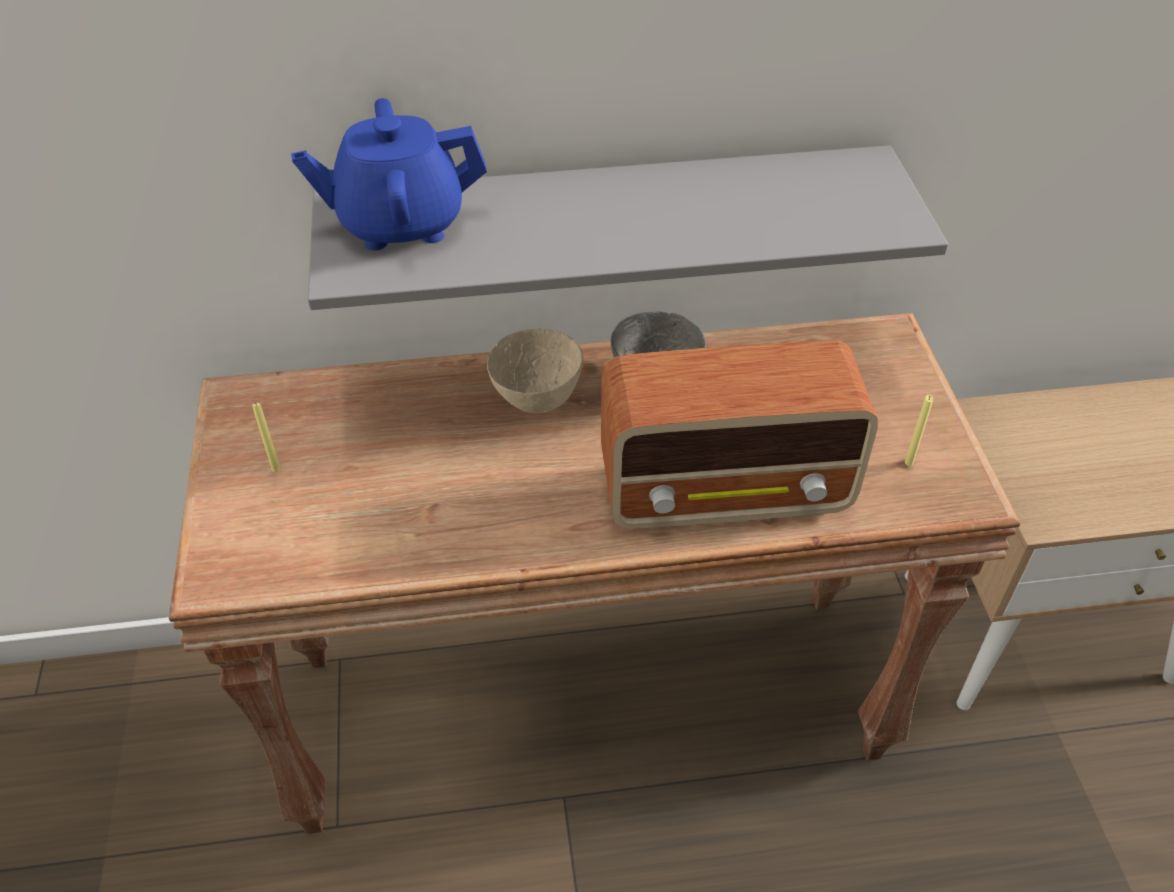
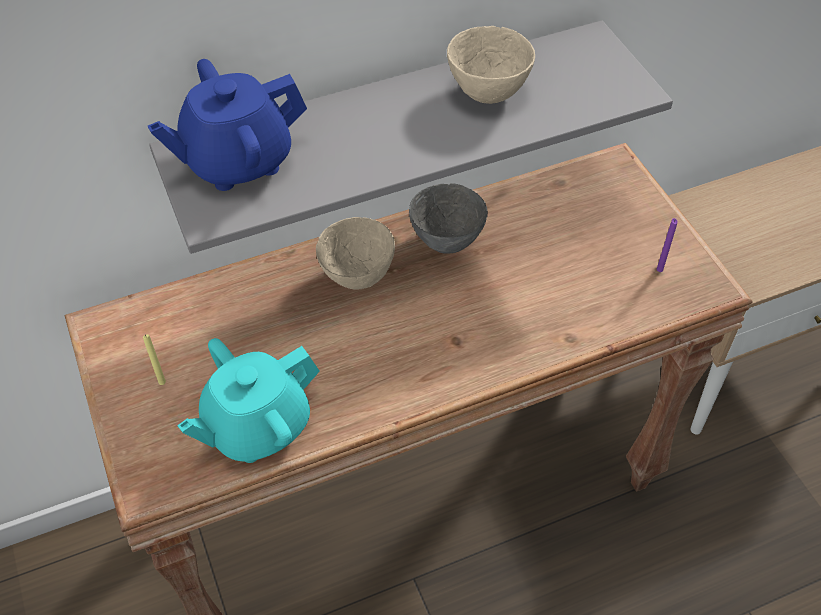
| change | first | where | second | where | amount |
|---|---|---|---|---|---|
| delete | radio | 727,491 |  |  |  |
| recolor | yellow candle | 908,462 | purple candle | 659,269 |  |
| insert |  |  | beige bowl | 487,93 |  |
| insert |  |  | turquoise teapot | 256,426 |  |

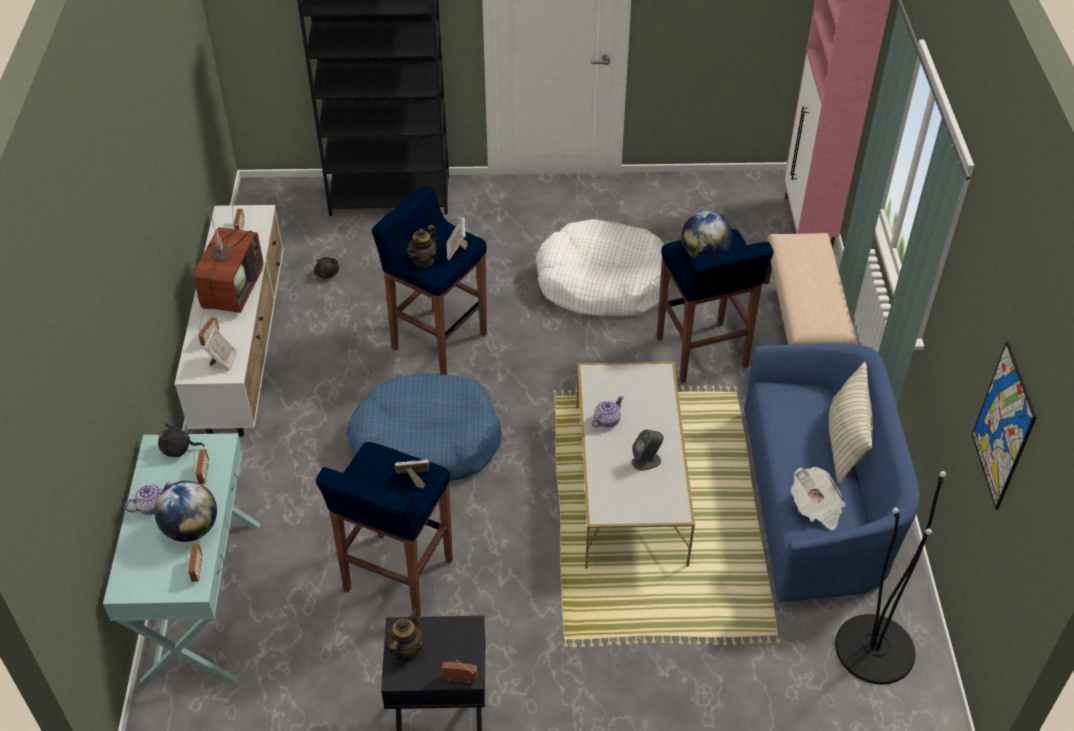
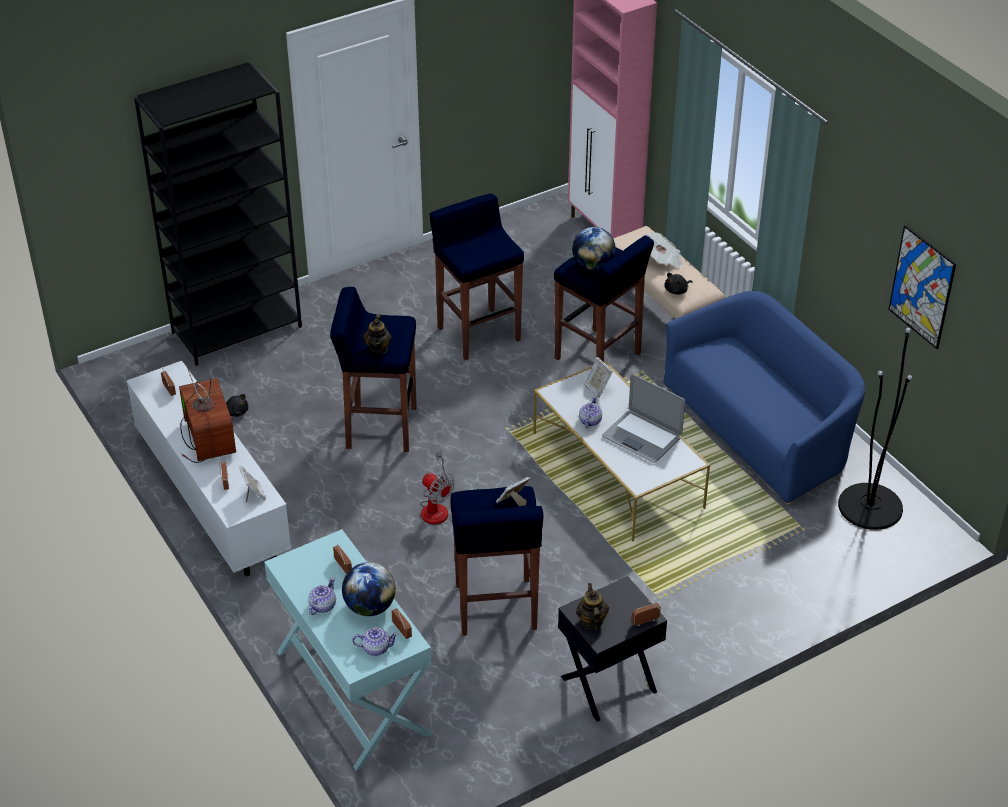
| change | first | where | second | where | amount |
|---|---|---|---|---|---|
| move | picture frame | 456,251 |  | 597,388 |  |
| replace | white dog bed | 602,282 | blue stool | 478,333 |  |
| delete | pillow | 845,441 |  |  |  |
| replace | blue dog bed | 425,443 | fan | 436,507 |  |
| move | black plush toy | 179,449 |  | 677,290 |  |
| replace | grey speaker | 646,461 | laptop | 642,437 |  |
| move | newspaper | 816,508 |  | 662,260 |  |
| insert |  |  | teapot | 375,648 |  |

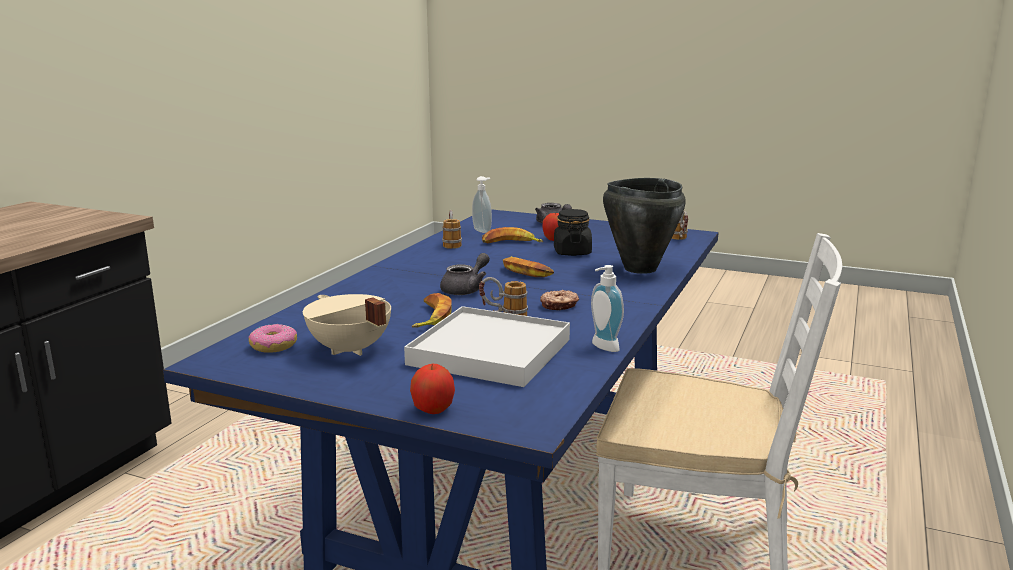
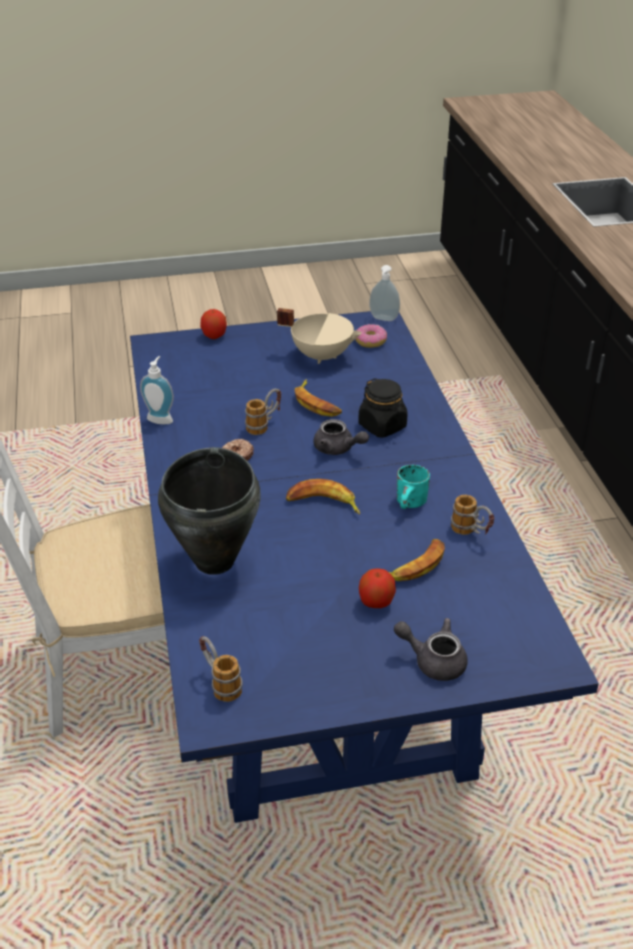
| change | first | where | second | where | amount |
|---|---|---|---|---|---|
| move | soap dispenser | 483,231 |  | 383,319 |  |
| move | black jar | 572,252 |  | 382,426 |  |
| rotate | grey teapot | 466,289 |  | 338,449 | 60 degrees counterclockwise |
| delete | white tray | 489,352 |  |  |  |
| insert |  |  | turquoise mug | 412,504 |  |

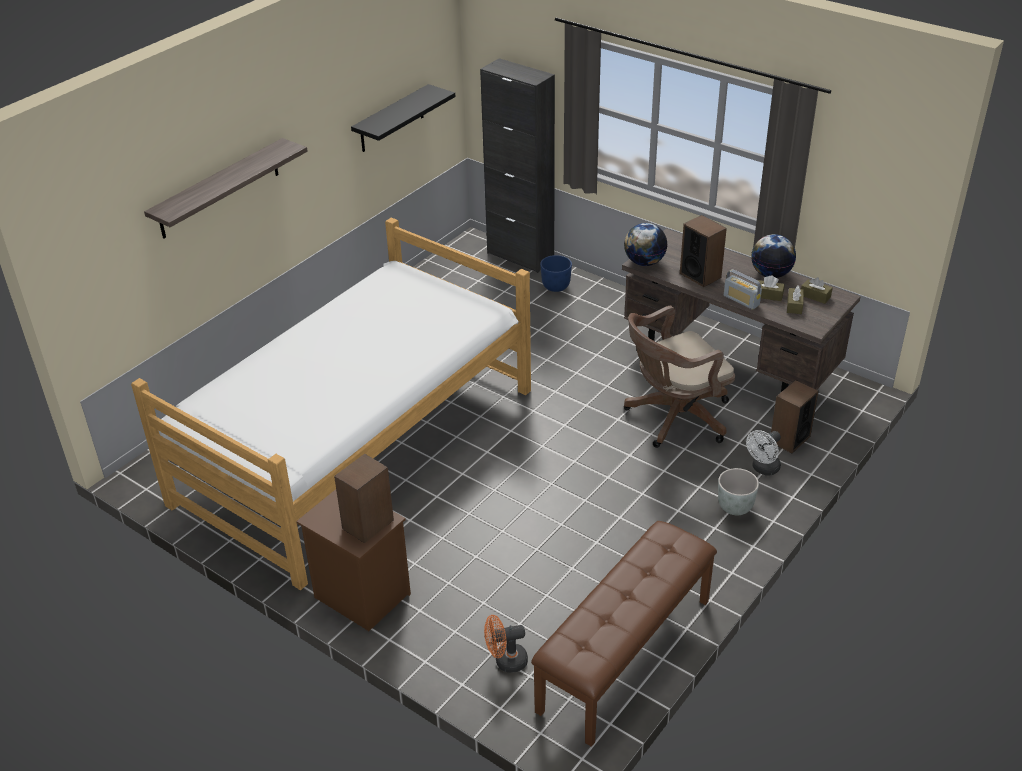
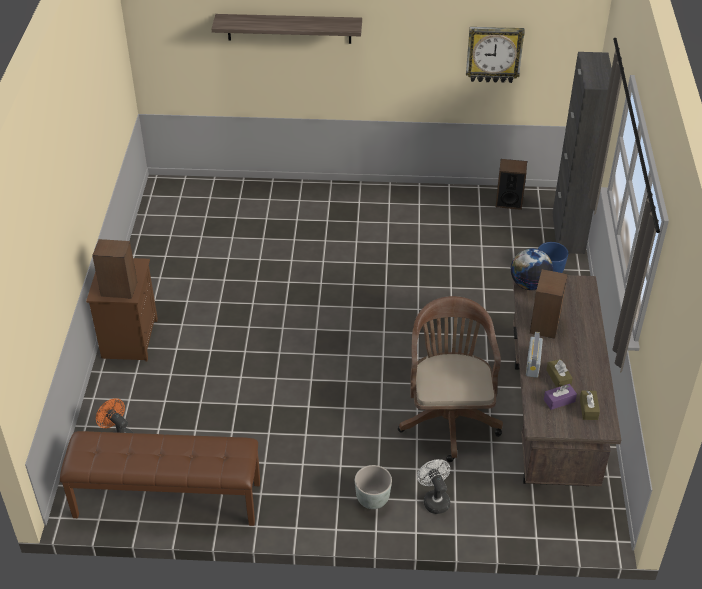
| change | first | where | second | where | amount |
|---|---|---|---|---|---|
| replace | black shelf | 392,119 | wall clock | 494,54 |  |
| delete | bed | 356,445 |  |  |  |
| delete | globe | 771,274 |  |  |  |
| recolor | brown tissue box | 794,305 | purple tissue box | 559,400 |  |
| rotate | brown office chair | 673,418 |  | 448,416 | 60 degrees clockwise |
| move | speaker | 789,439 |  | 508,202 |  |
| rotate | white fan | 763,469 |  | 434,499 | 60 degrees clockwise |

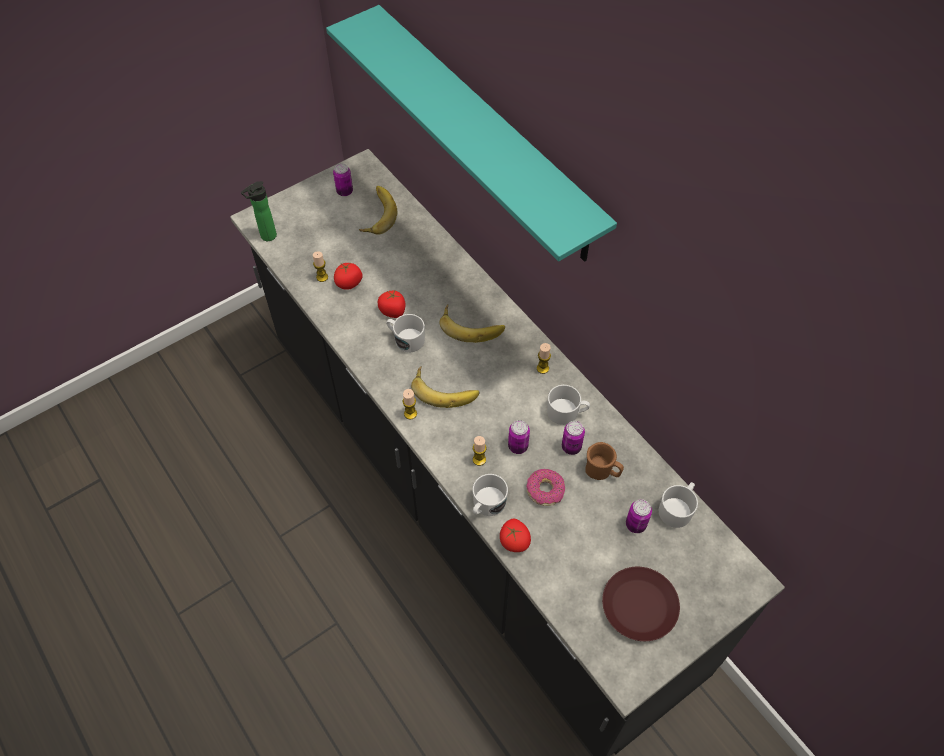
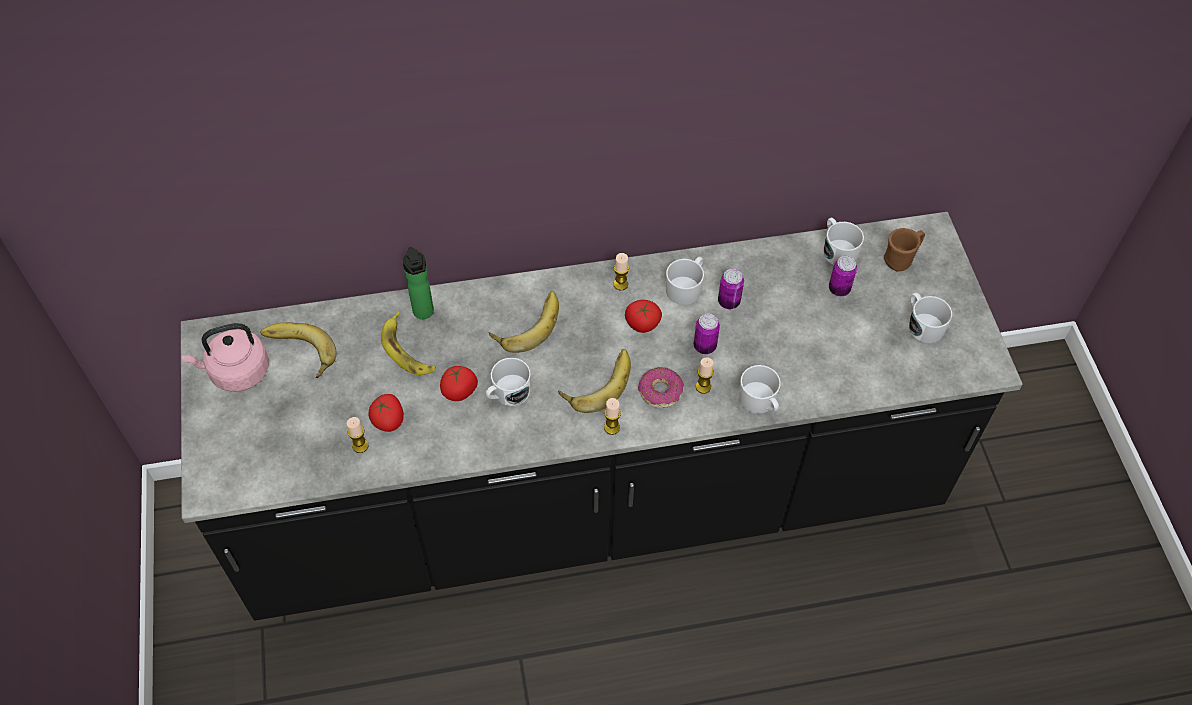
| change | first | where | second | where | amount |
|---|---|---|---|---|---|
| delete | turquoise shelf | 486,134 |  |  |  |
| replace | can | 344,191 | pink kettle | 236,372 |  |
| move | bottle | 266,237 |  | 424,314 |  |
| move | brown mug | 602,472 |  | 901,259 |  |
| move | donut | 545,490 |  | 660,391 |  |
| move | tomato | 514,541 |  | 642,324 |  |
| replace | brown plate | 639,605 | white mug | 922,324 |  |
| insert |  |  | banana | 407,350 |  |

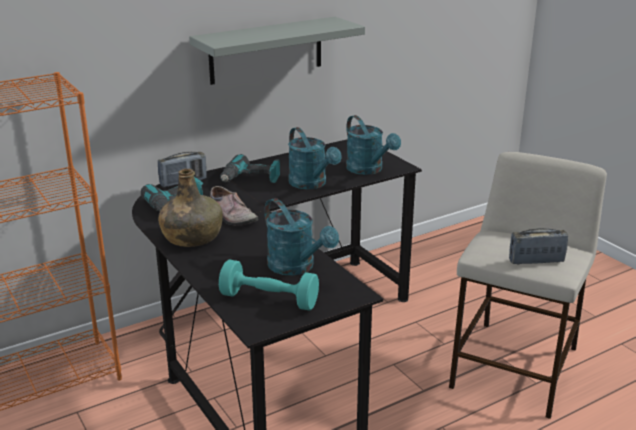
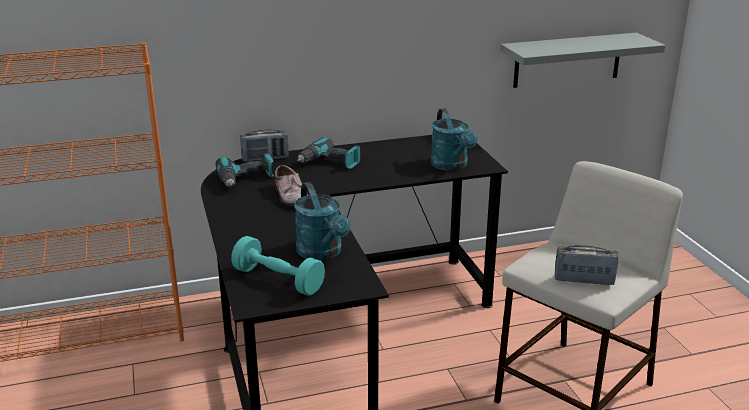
| change | first | where | second | where | amount |
|---|---|---|---|---|---|
| move | grey shelf | 266,50 |  | 567,60 |  |
| delete | turquoise watering can | 311,184 |  |  |  |
| delete | green bottle | 192,237 |  |  |  |

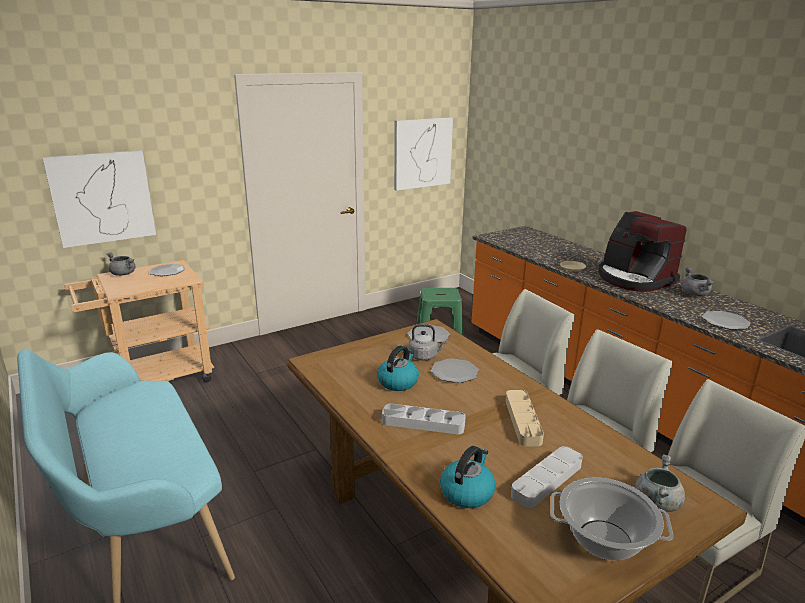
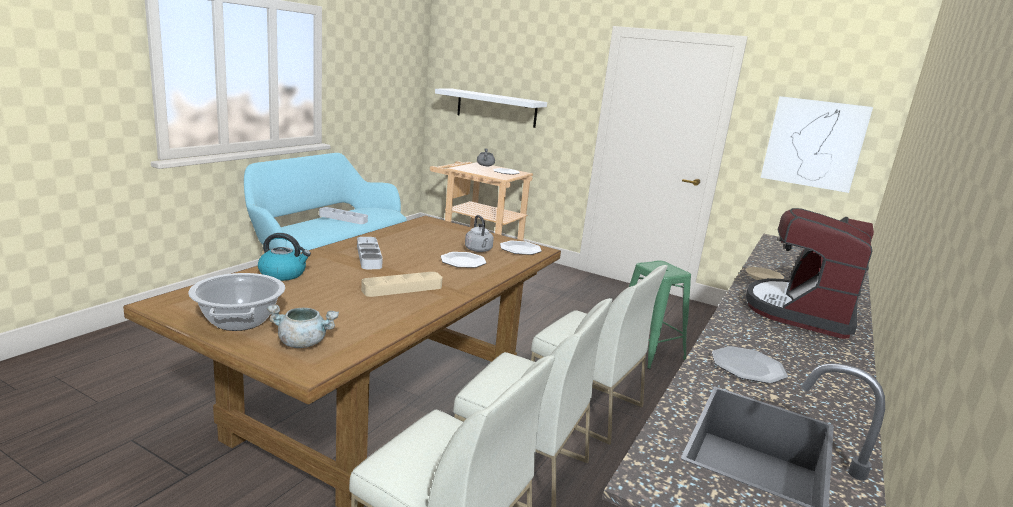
| change | first | where | second | where | amount |
|---|---|---|---|---|---|
| replace | picture | 102,197 | white shelf | 496,108 |  |
| delete | grey cooking pot | 695,294 |  |  |  |
| delete | kettle | 398,382 |  |  |  |
| move | grey tray | 547,480 |  | 343,218 |  |

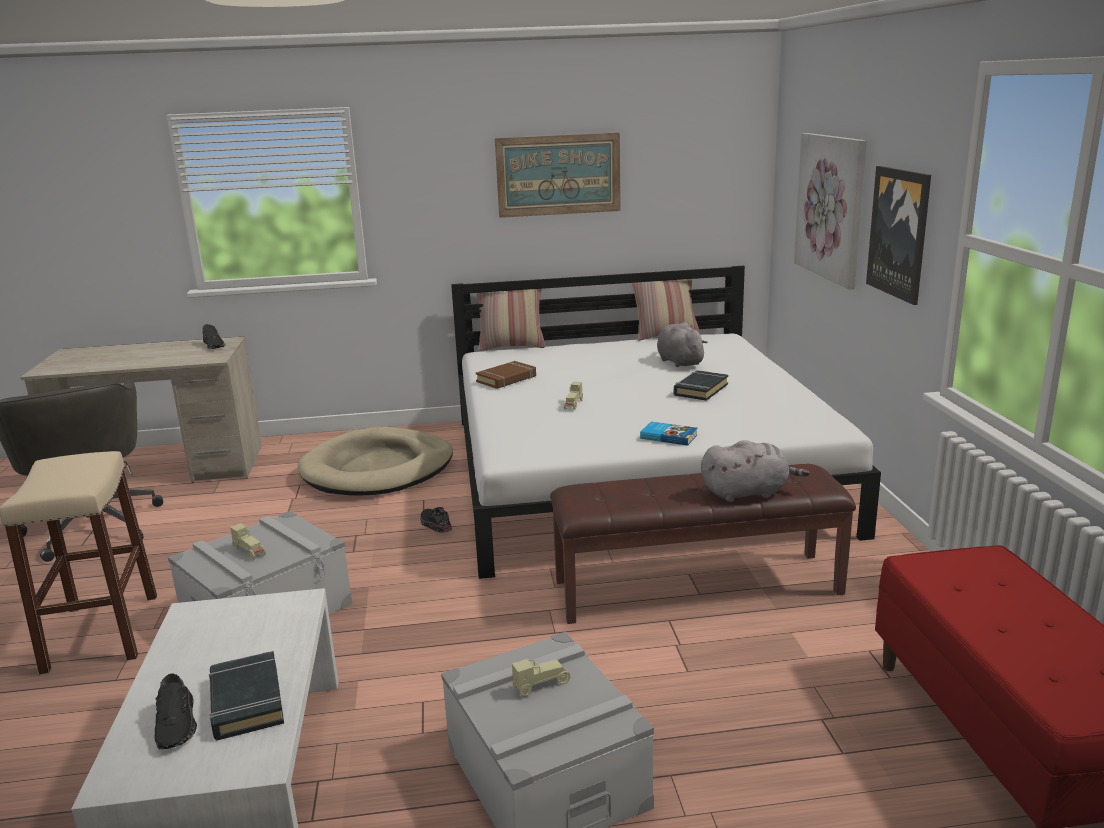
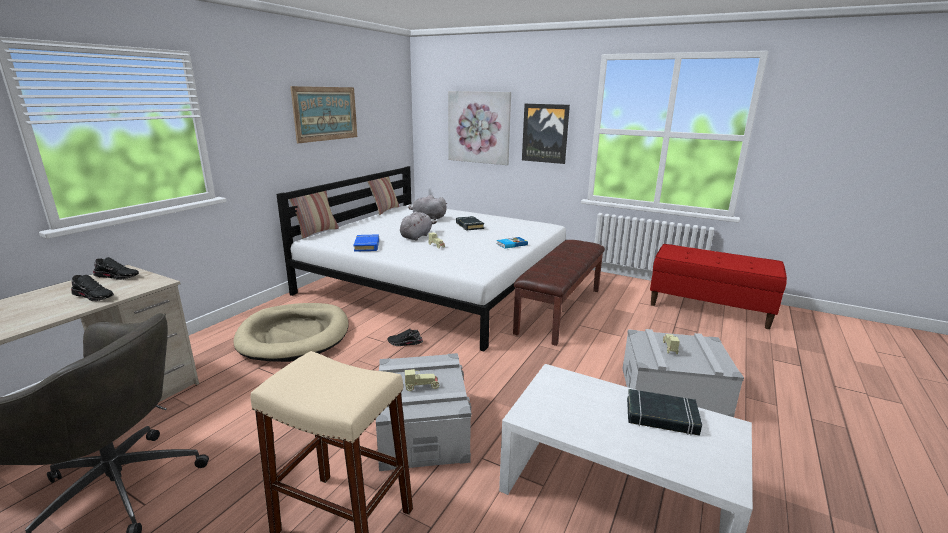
| change | first | where | second | where | amount |
|---|---|---|---|---|---|
| recolor | brown book | 506,379 | blue book | 367,246 |  |
| move | grey plush toy | 747,493 |  | 417,236 |  |
| move | black shoe | 178,724 |  | 94,296 |  |

